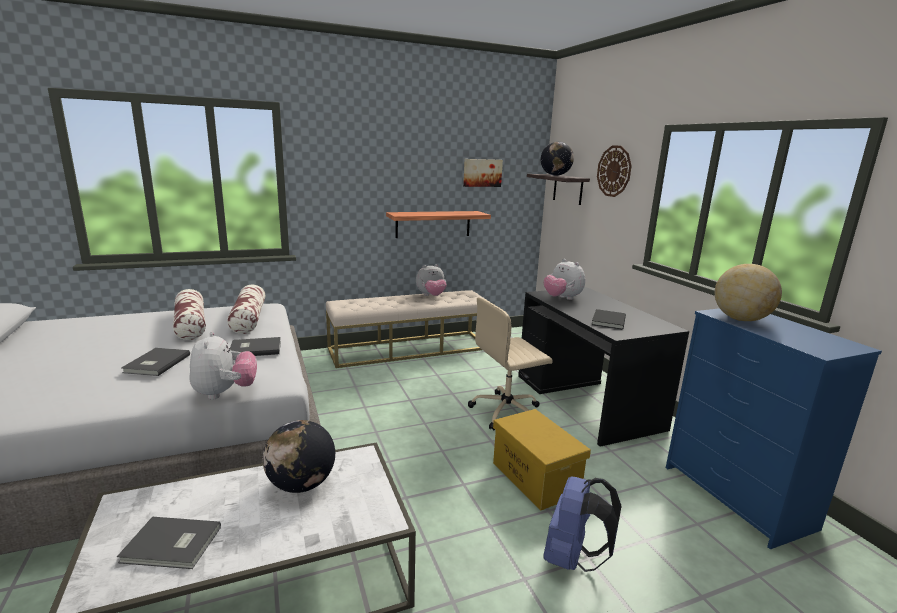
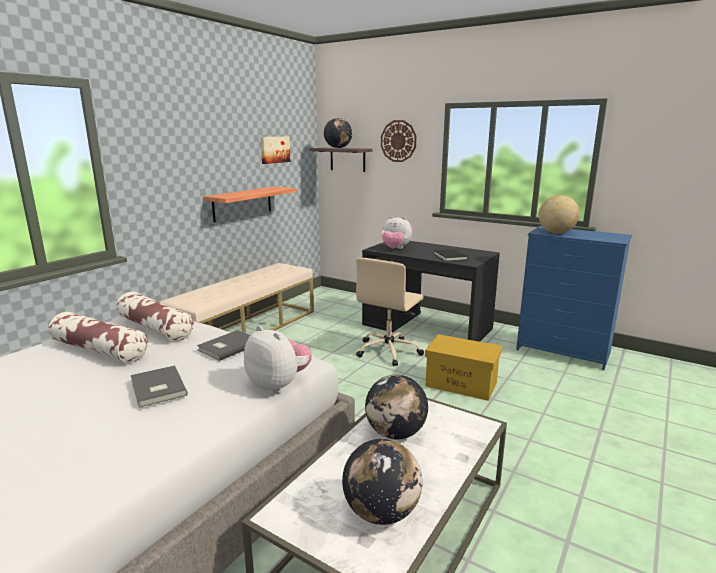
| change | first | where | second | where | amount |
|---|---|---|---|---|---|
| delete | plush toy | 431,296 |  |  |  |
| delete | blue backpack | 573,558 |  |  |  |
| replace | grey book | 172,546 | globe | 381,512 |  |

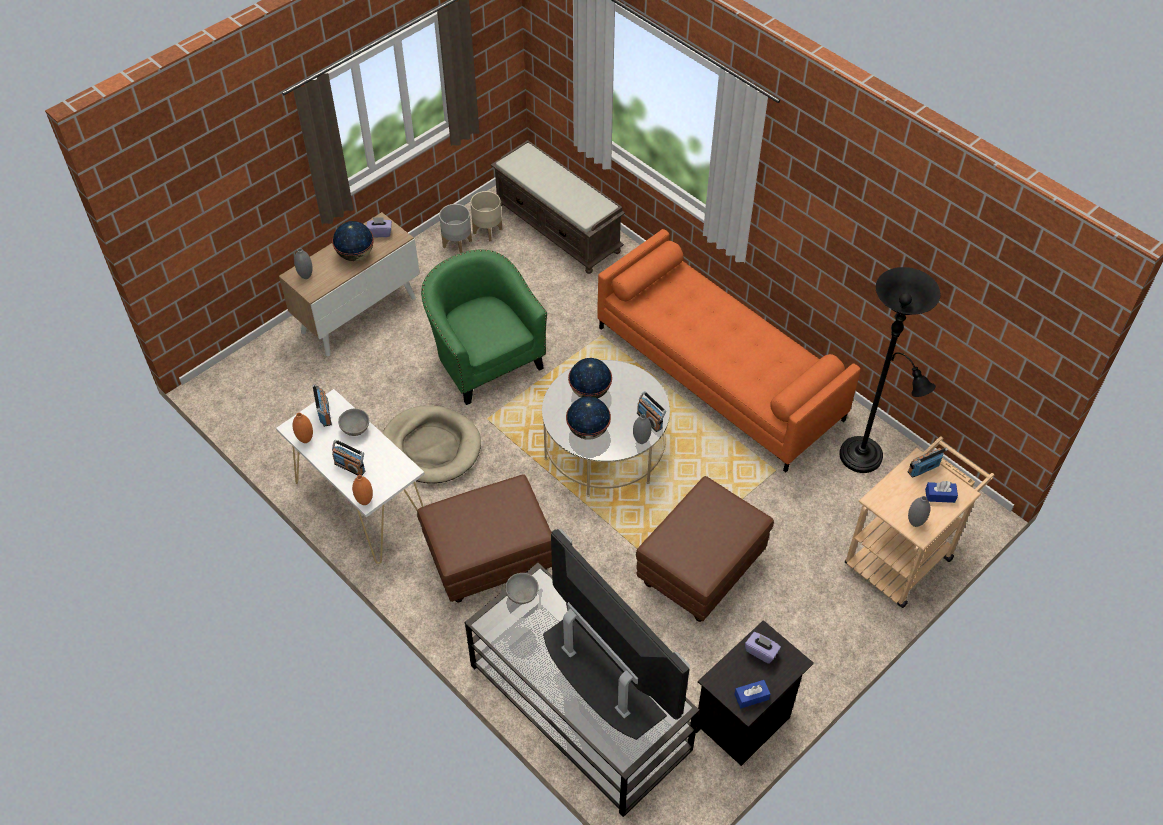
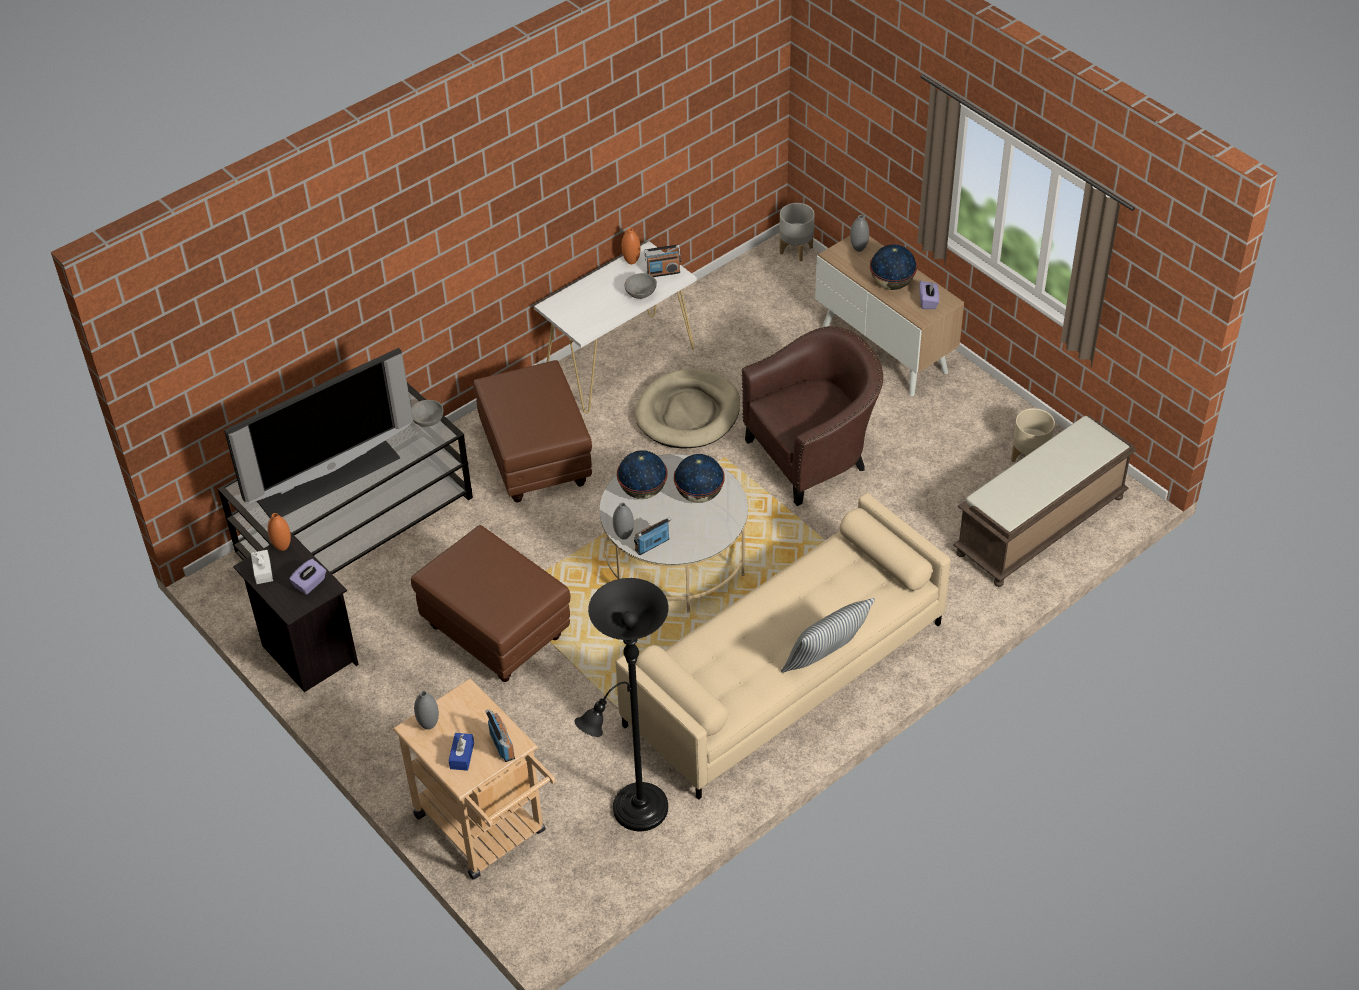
| change | first | where | second | where | amount |
|---|---|---|---|---|---|
| move | grey planter | 457,244 |  | 795,250 |  |
| recolor | orange sofa | 720,373 | beige sofa | 784,675 |  |
| recolor | green armchair | 484,359 | brown armchair | 813,456 |  |
| delete | radio | 350,467 |  |  |  |
| move | orange vase | 365,501 |  | 282,547 |  |
| recolor | blue tissue box | 751,697 | white tissue box | 263,571 |  |
| insert |  |  | pillow | 826,661 |  |

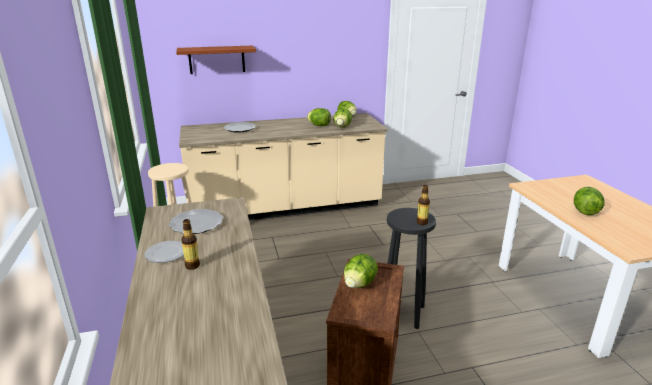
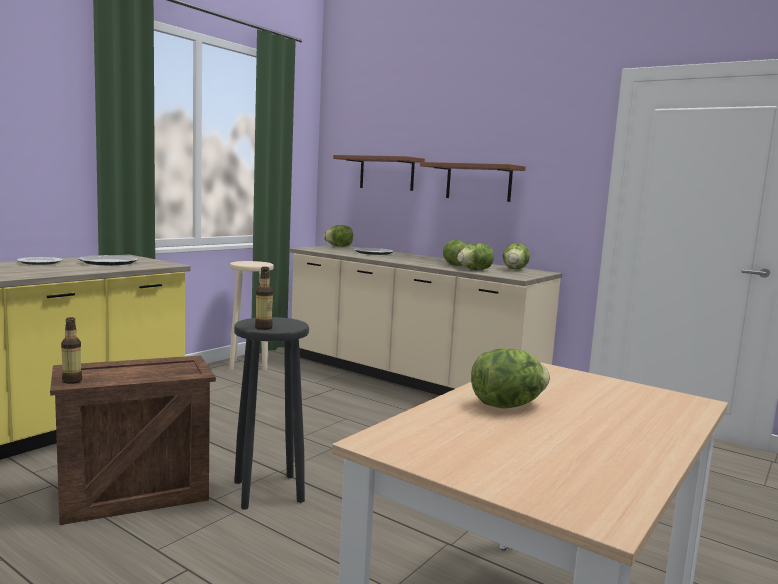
| change | first | where | second | where | amount |
|---|---|---|---|---|---|
| move | bottle | 192,266 |  | 72,381 |  |
| move | lettuce | 359,284 |  | 339,246 |  |
| insert |  |  | brown shelf | 478,182 |  |

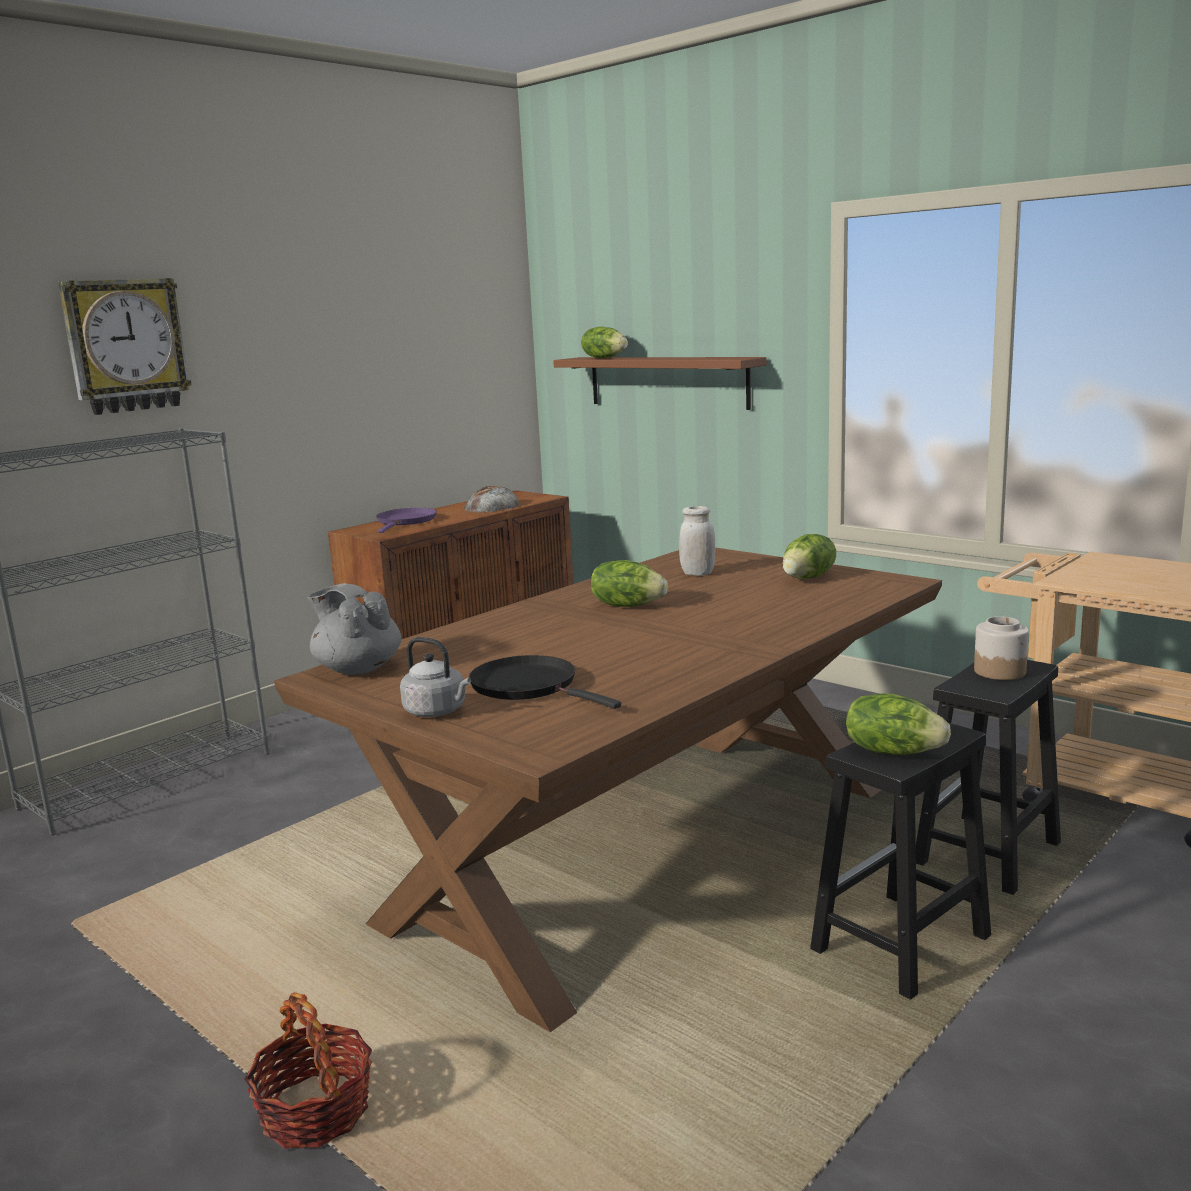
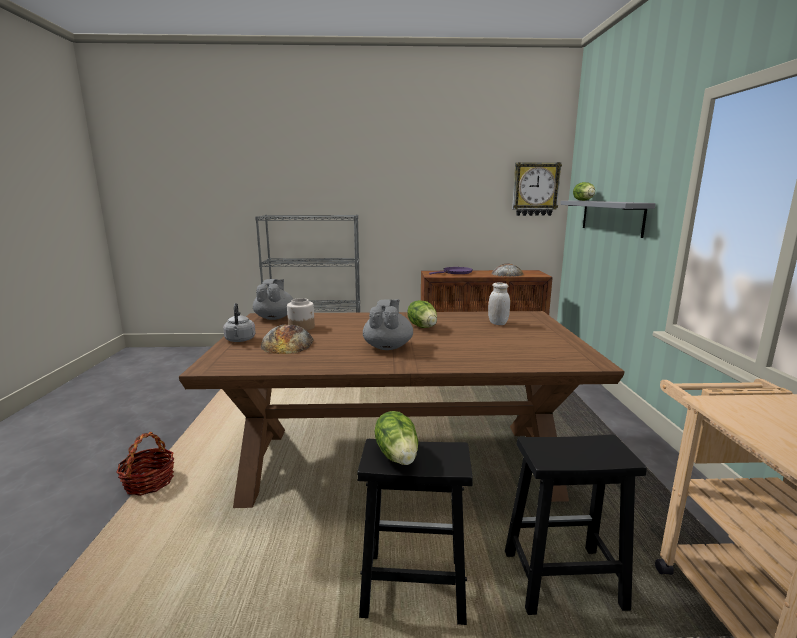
| change | first | where | second | where | amount |
|---|---|---|---|---|---|
| move | wall clock | 125,346 |  | 535,189 |  |
| recolor | brown shelf | 667,382 | grey shelf | 611,217 |  |
| delete | lettuce | 808,578 |  |  |  |
| move | jar | 1000,671 |  | 302,327 |  |
| replace | black frying pan | 529,686 | bread | 287,343 |  |
| insert |  |  | grey teapot | 388,347 |  |

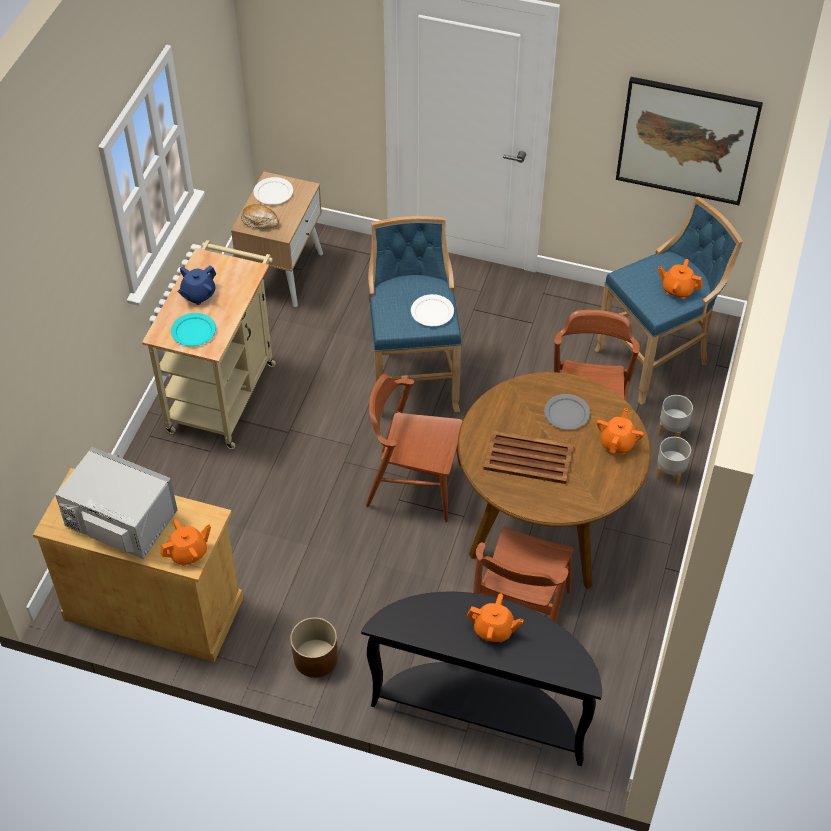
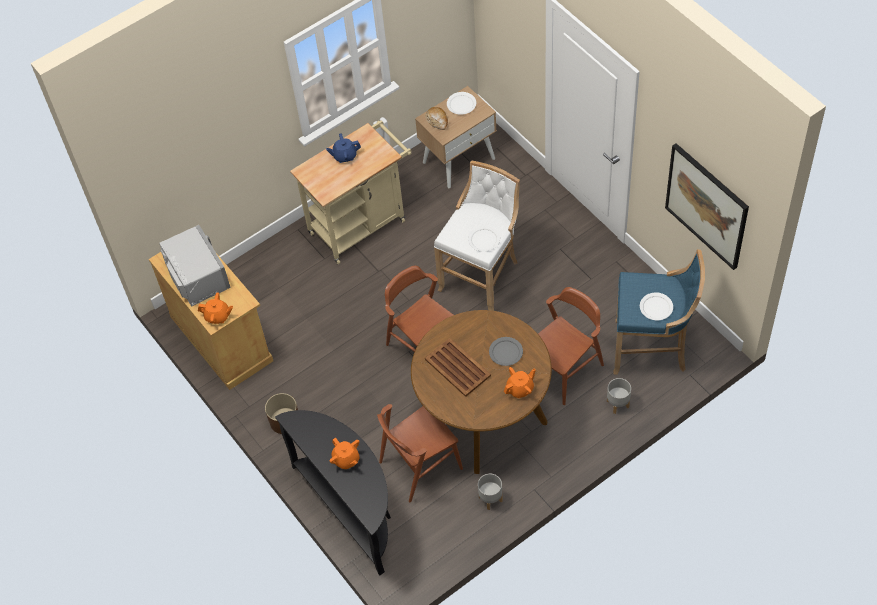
| change | first | where | second | where | amount |
|---|---|---|---|---|---|
| recolor | blue stool | 413,377 | white stool | 482,275 |  |
| replace | orange teapot | 677,289 | white plate | 656,307 |  |
| delete | turquoise plate | 193,331 |  |  |  |
| move | grey planter | 669,474 |  | 490,499 |  |

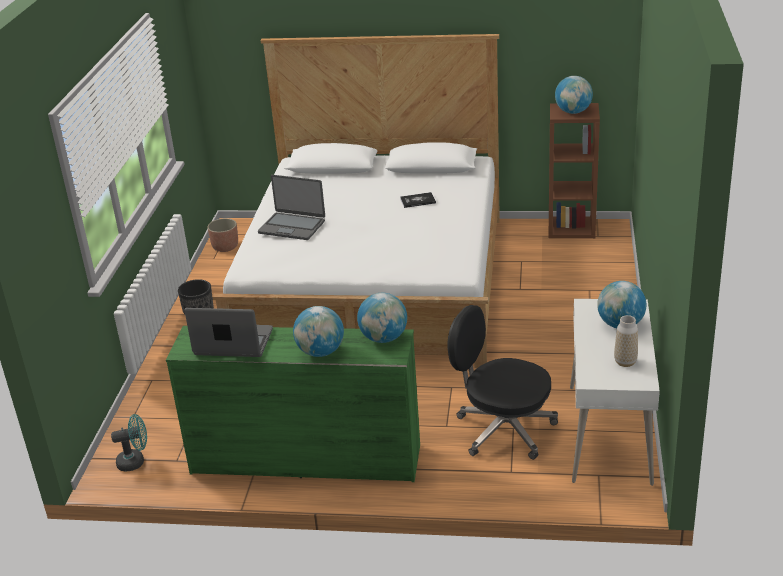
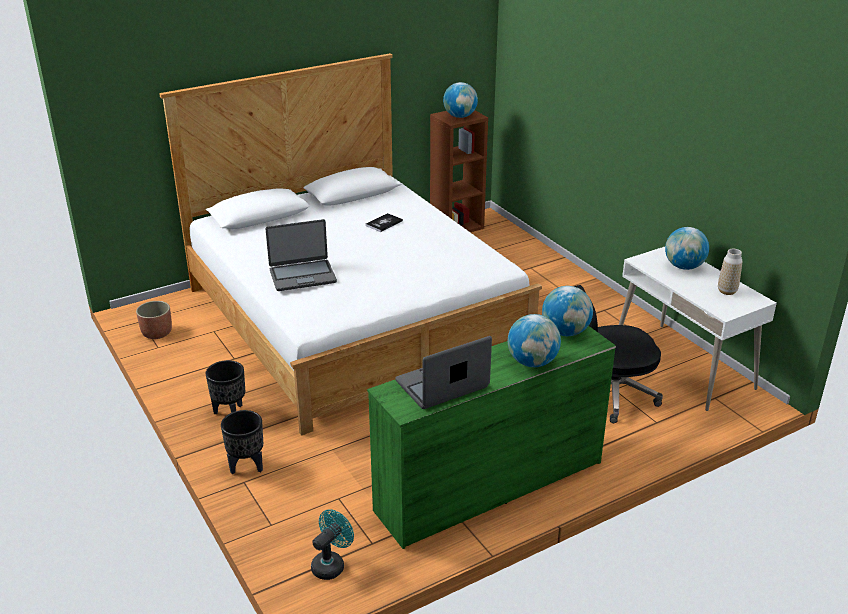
| change | first | where | second | where | amount |
|---|---|---|---|---|---|
| insert |  |  | black planter | 247,466 |  |

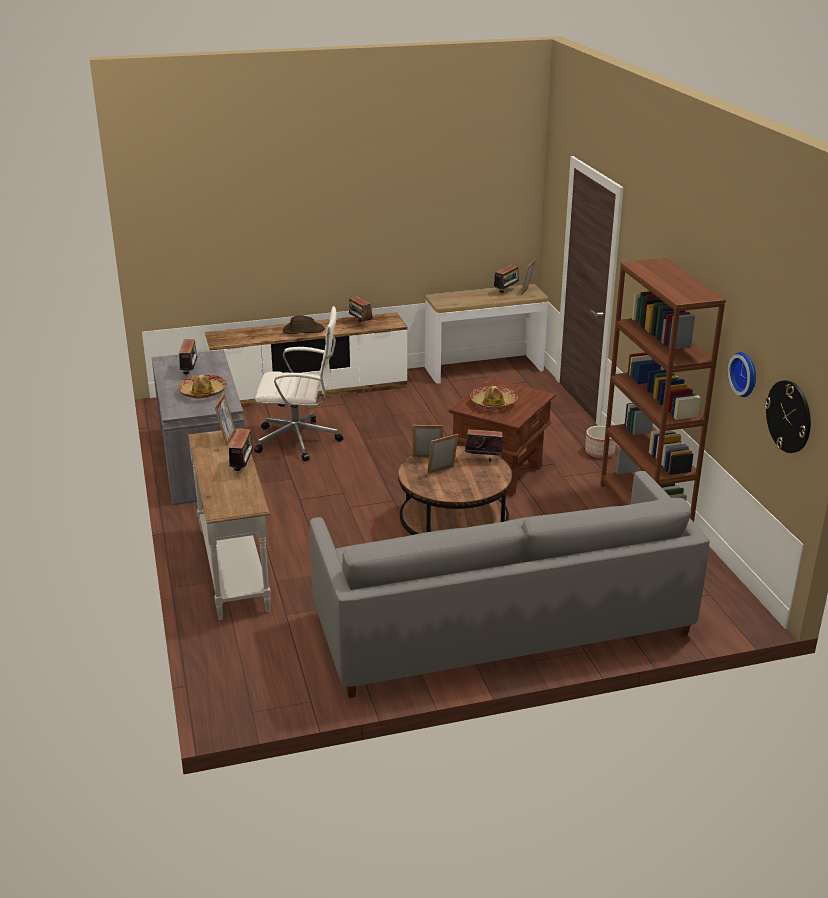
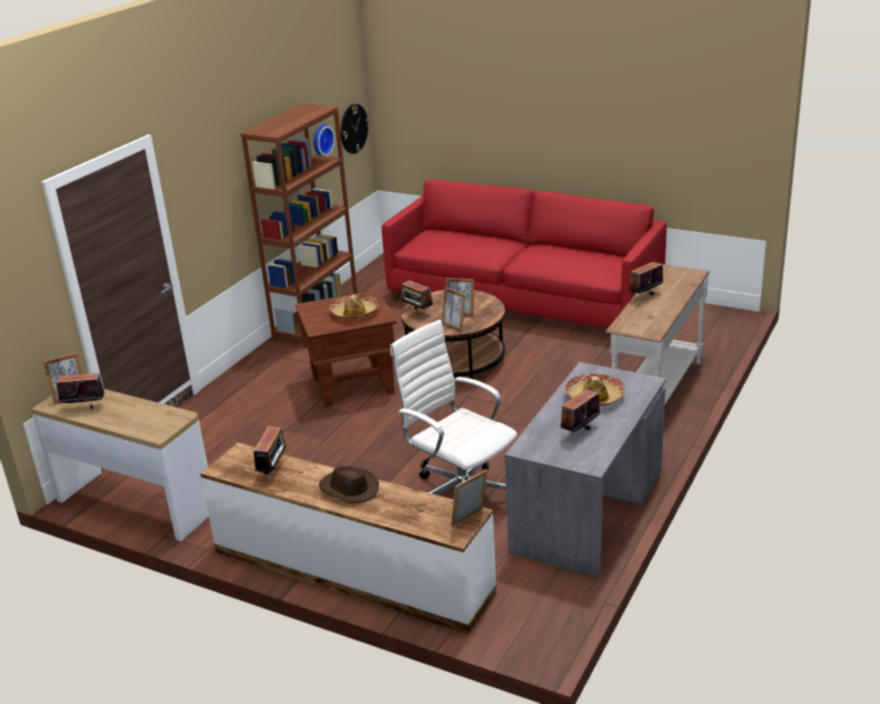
| change | first | where | second | where | amount |
|---|---|---|---|---|---|
| move | picture frame | 227,438 |  | 470,519 |  |
| delete | planter | 600,452 |  |  |  |
| recolor | grey sofa | 501,625 | red sofa | 523,300 |  |

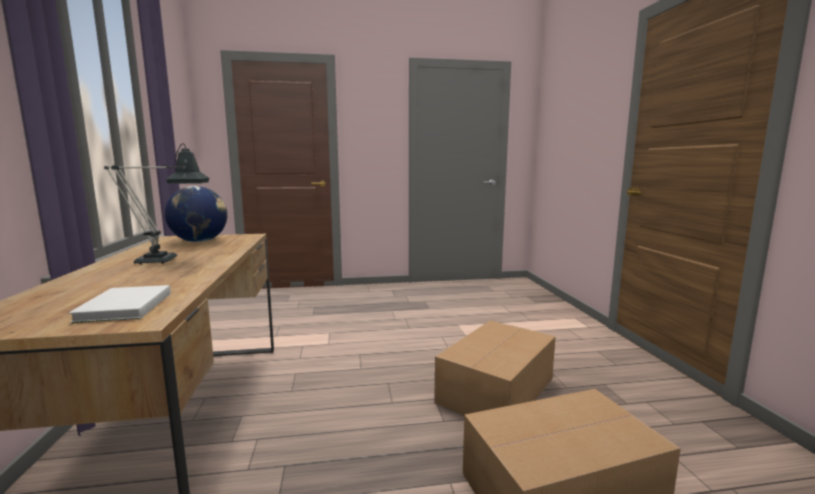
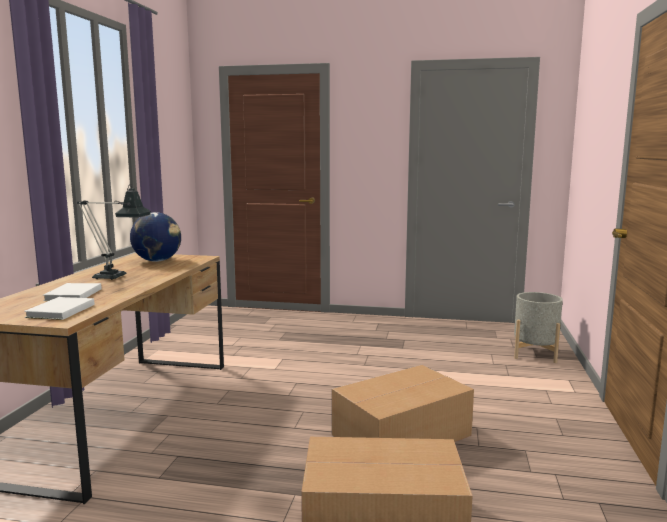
| change | first | where | second | where | amount |
|---|---|---|---|---|---|
| insert |  |  | white book | 72,295 |  |
| insert |  |  | grey planter | 535,354 |  |

